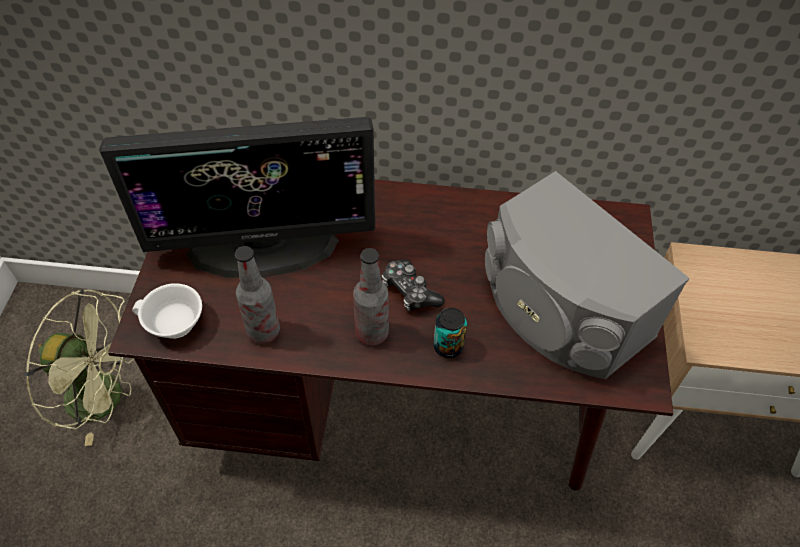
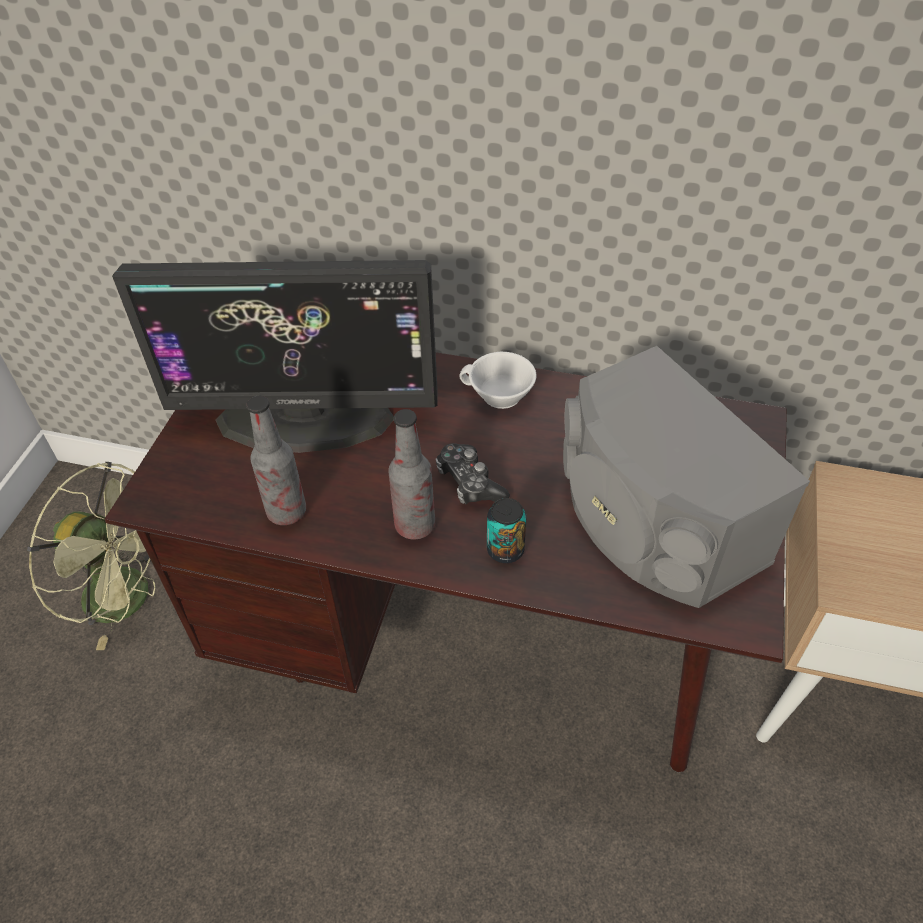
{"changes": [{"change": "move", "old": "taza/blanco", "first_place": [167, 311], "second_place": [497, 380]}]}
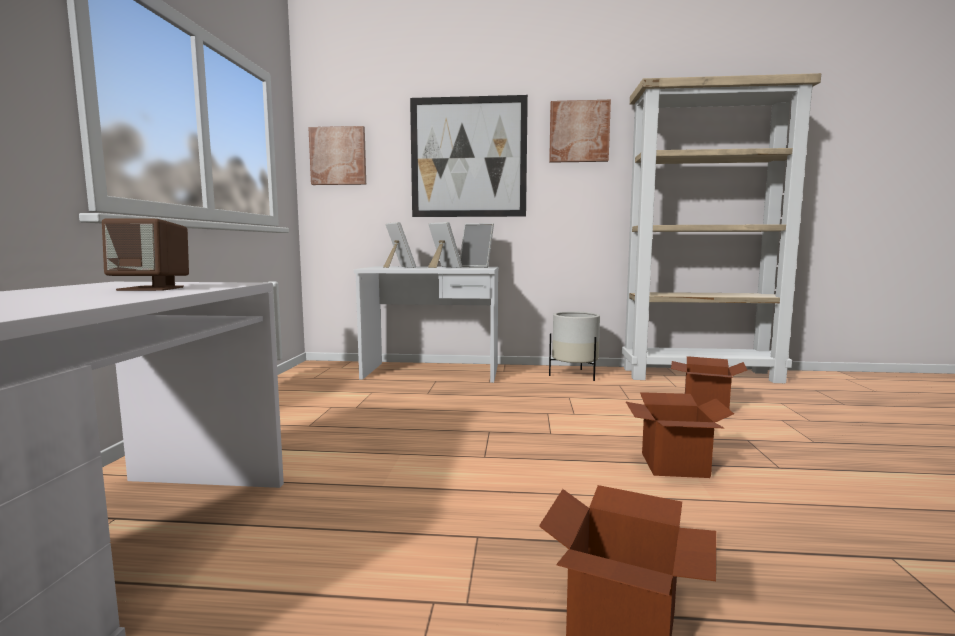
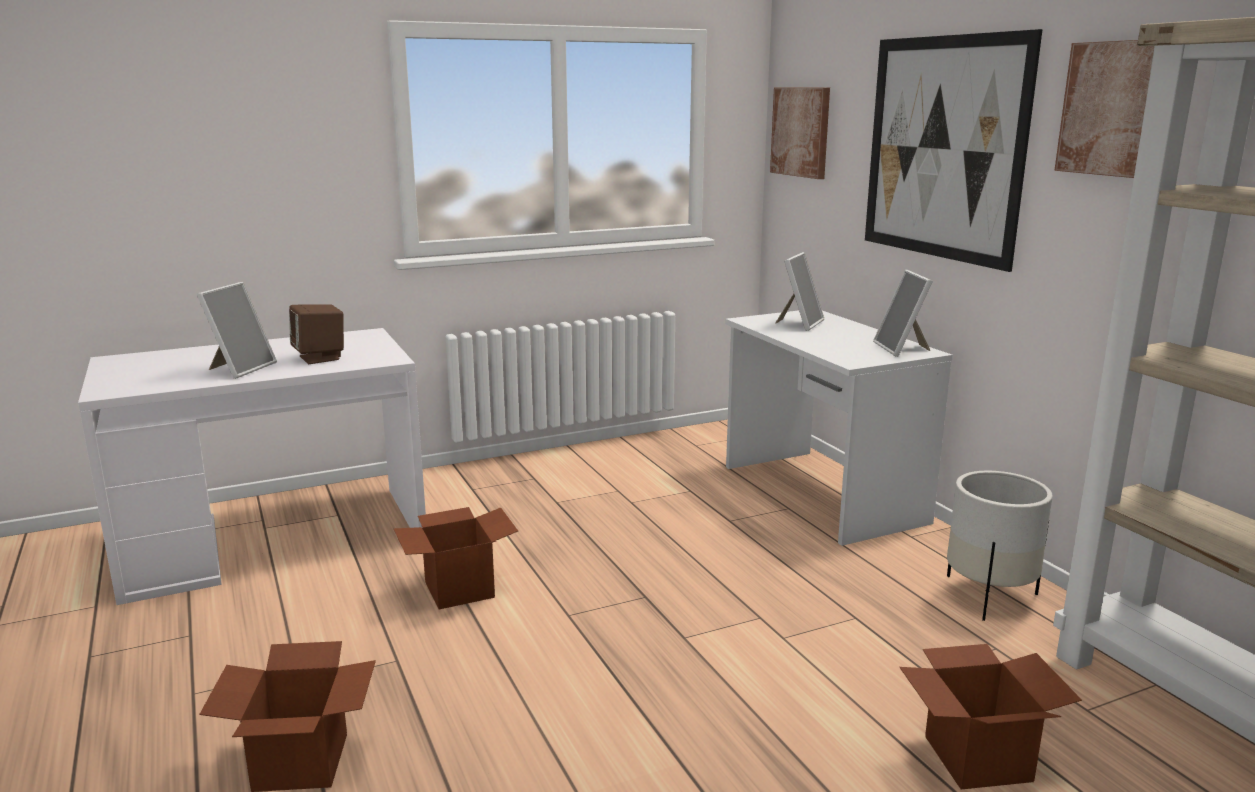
{"changes": [{"change": "move", "old": "portarretratos", "first_place": [445, 245], "second_place": [237, 330]}, {"change": "move", "old": "caja de cartón", "first_place": [680, 435], "second_place": [456, 558]}]}
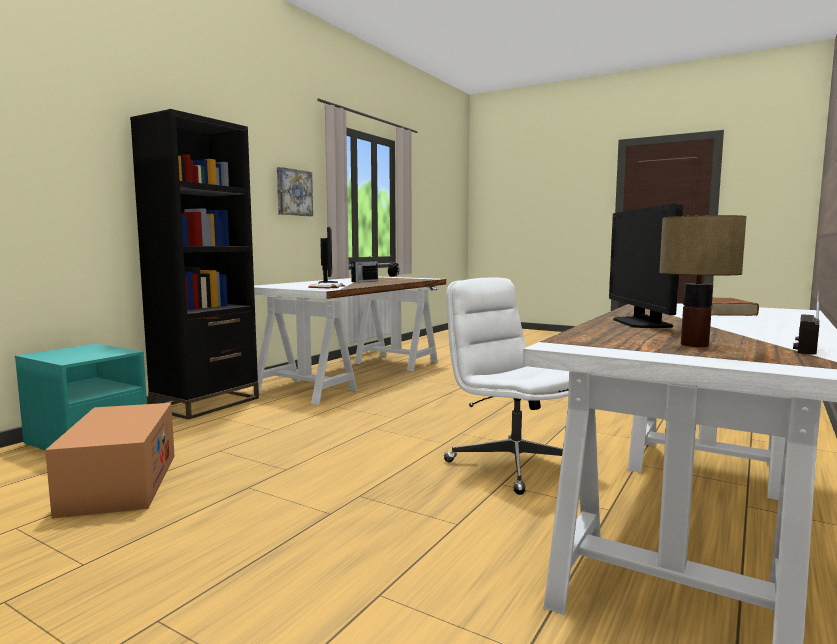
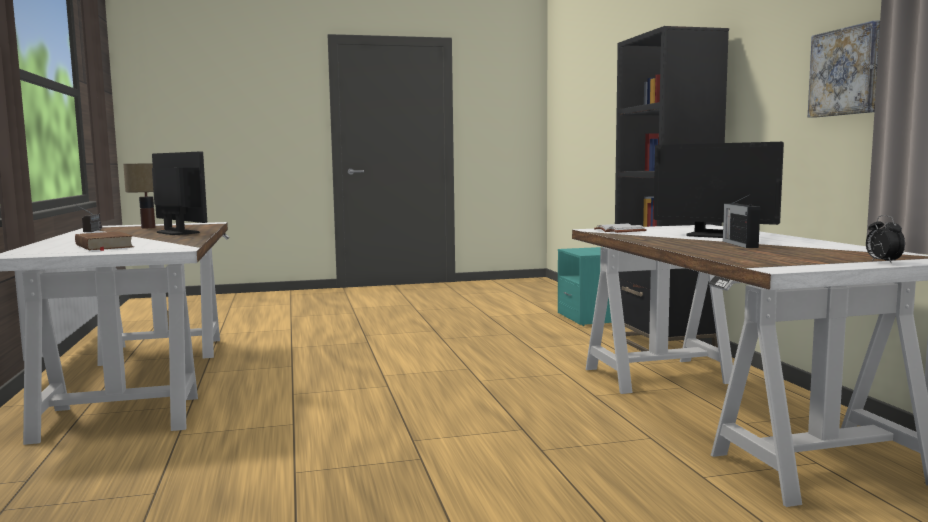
{"changes": [{"change": "delete", "old": "caja de cartón", "first_place": [110, 461]}, {"change": "delete", "old": "silla de oficina/blanco", "first_place": [506, 386]}]}
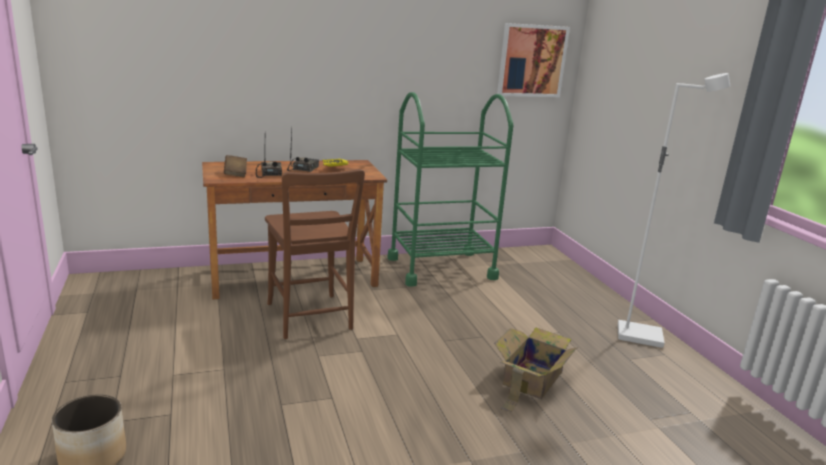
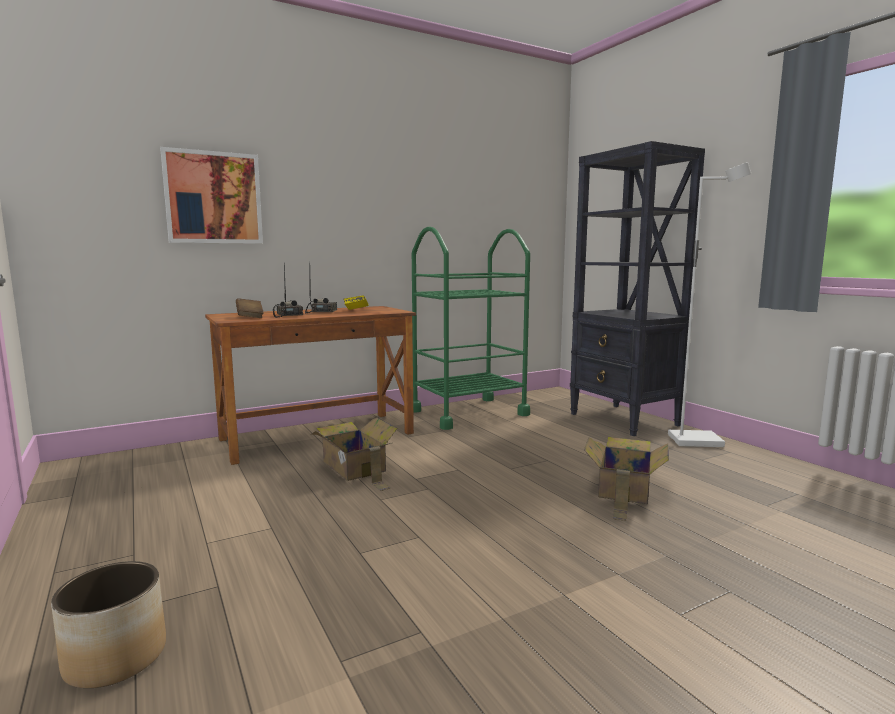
{"changes": [{"change": "insert", "new": "estantería/negro", "second_place": [637, 288]}, {"change": "move", "old": "cuadro", "first_place": [533, 60], "second_place": [211, 195]}, {"change": "replace", "old": "silla/marrón", "new": "caja de cartón", "first_place": [315, 254], "second_place": [354, 454]}]}
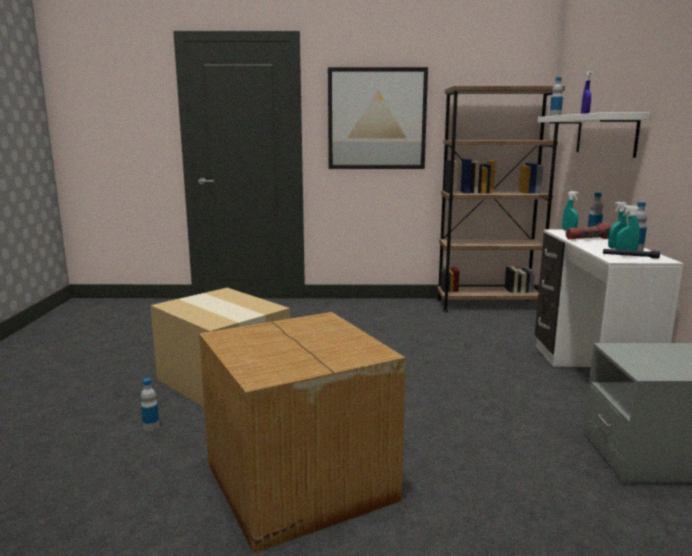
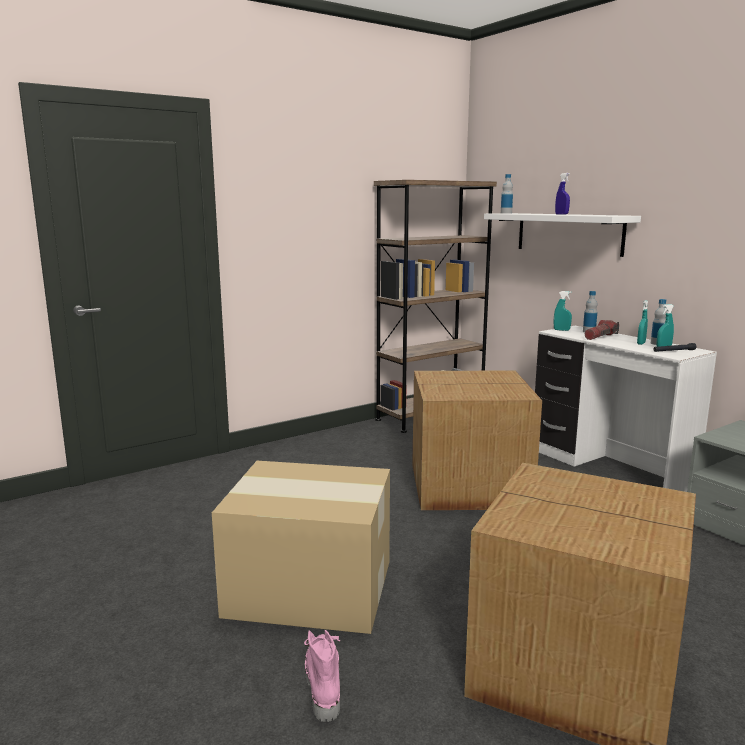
{"changes": [{"change": "delete", "old": "cuadro", "first_place": [378, 118]}, {"change": "insert", "new": "caja de cartón", "second_place": [477, 440]}, {"change": "replace", "old": "botella", "new": "bota/rosa", "first_place": [150, 404], "second_place": [322, 676]}]}
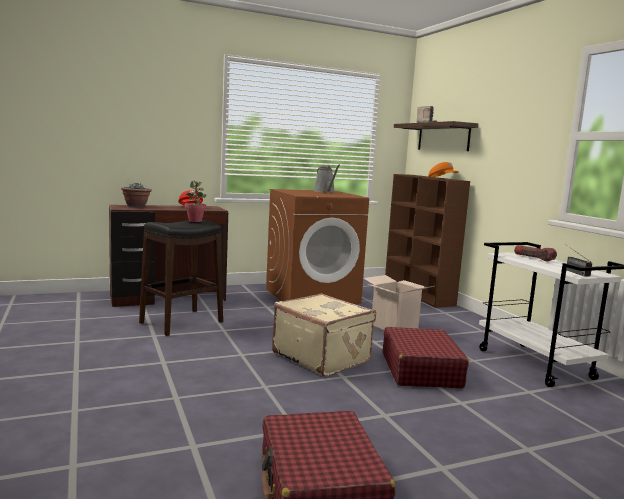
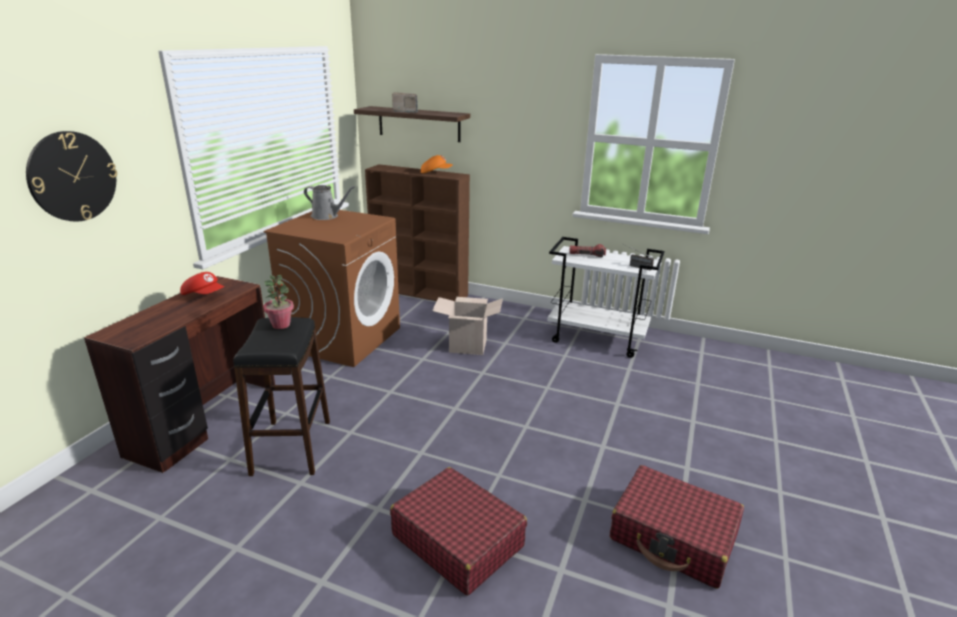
{"changes": [{"change": "delete", "old": "planta en maceta", "first_place": [136, 195]}, {"change": "delete", "old": "maleta/beis", "first_place": [324, 334]}, {"change": "insert", "new": "reloj de pared", "second_place": [71, 176]}, {"change": "move", "old": "maleta/rojo", "first_place": [426, 358], "second_place": [458, 531]}]}
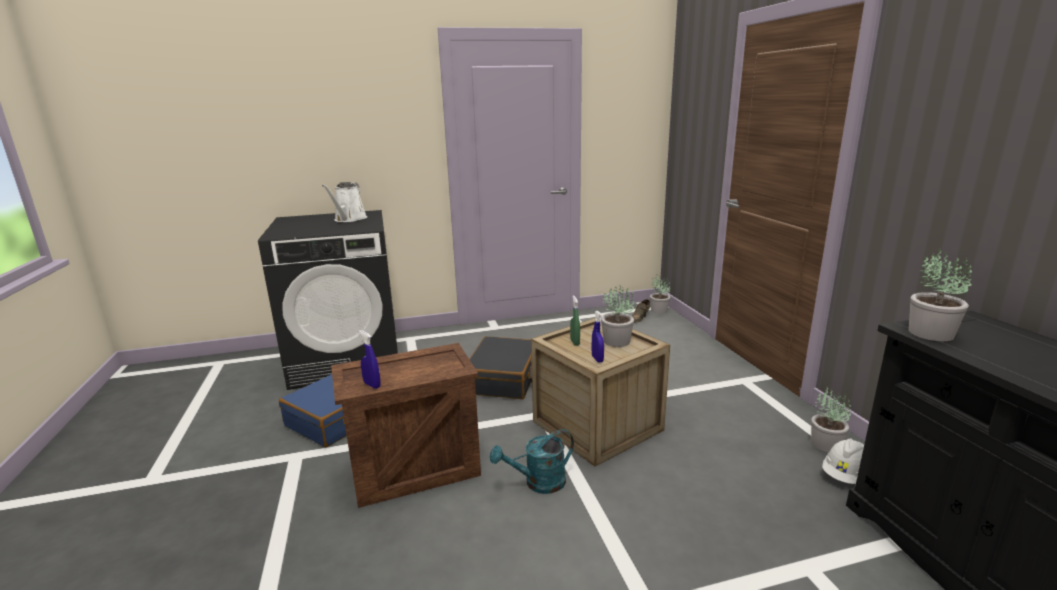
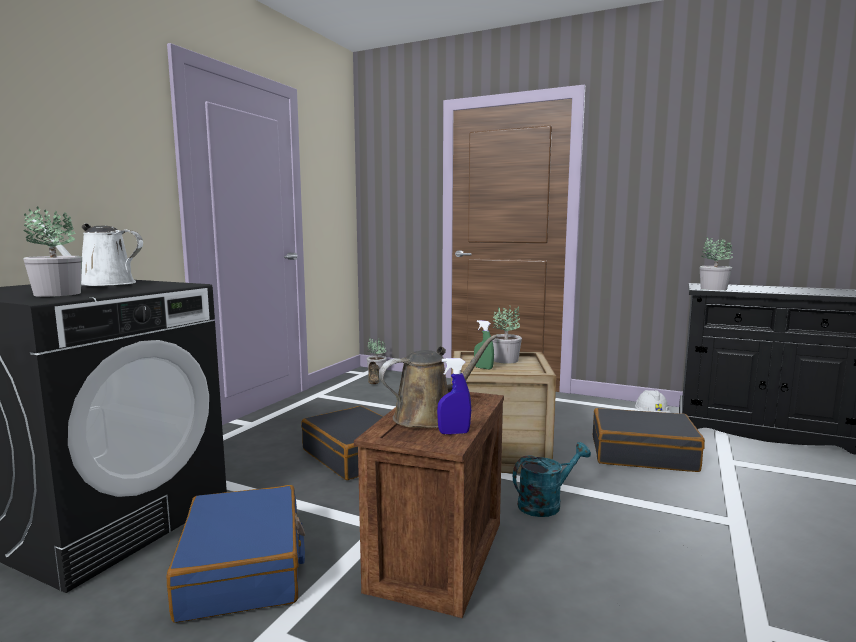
{"changes": [{"change": "delete", "old": "pulverizador/azul", "first_place": [598, 337]}, {"change": "insert", "new": "regadera/marrón", "second_place": [438, 381]}, {"change": "insert", "new": "maleta/negro", "second_place": [649, 440]}, {"change": "move", "old": "planta en maceta", "first_place": [831, 419], "second_place": [52, 251]}, {"change": "rotate", "old": "regadera/blanco", "first_place": [344, 202], "second_place": [87, 252], "degrees": 135}, {"change": "rotate", "old": "regadera/turquesa", "first_place": [532, 461], "second_place": [552, 479], "degrees": -135}]}
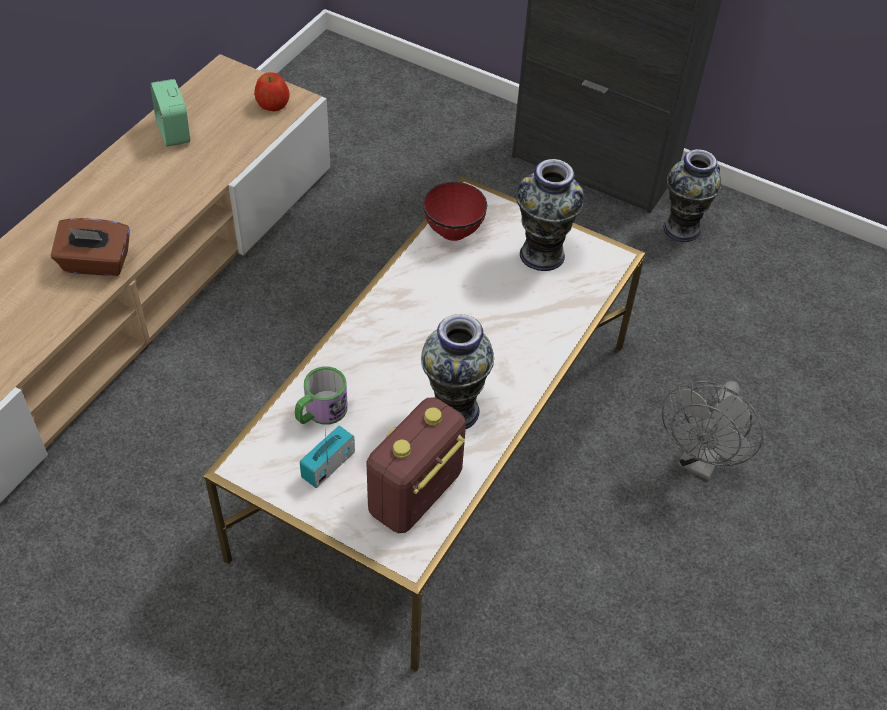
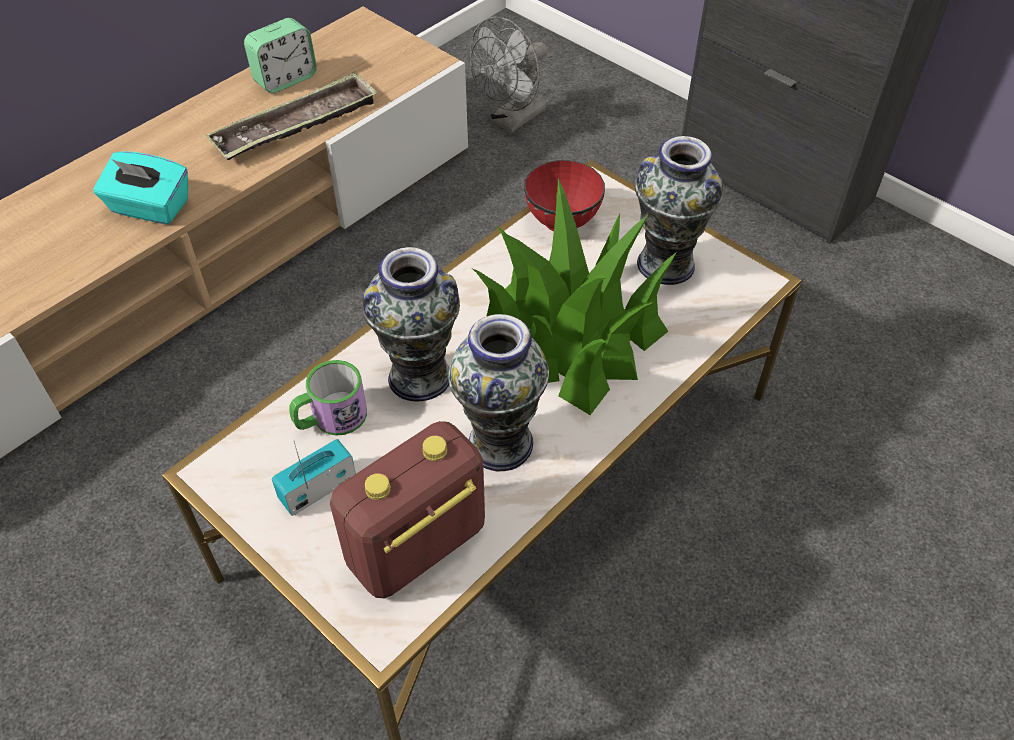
{"changes": [{"change": "delete", "old": "manzana", "first_place": [272, 91]}, {"change": "insert", "new": "bandeja", "second_place": [291, 116]}, {"change": "insert", "new": "planta en maceta", "second_place": [575, 296]}, {"change": "move", "old": "ventilador/gris", "first_place": [712, 430], "second_place": [509, 74]}, {"change": "move", "old": "florero", "first_place": [692, 195], "second_place": [411, 324]}, {"change": "recolor", "old": "caja de pañuelos/marrón", "new": "caja de pañuelos/turquesa", "first_place": [90, 247], "second_place": [140, 187]}, {"change": "rotate", "old": "despertador", "first_place": [170, 113], "second_place": [280, 55], "degrees": -120}]}
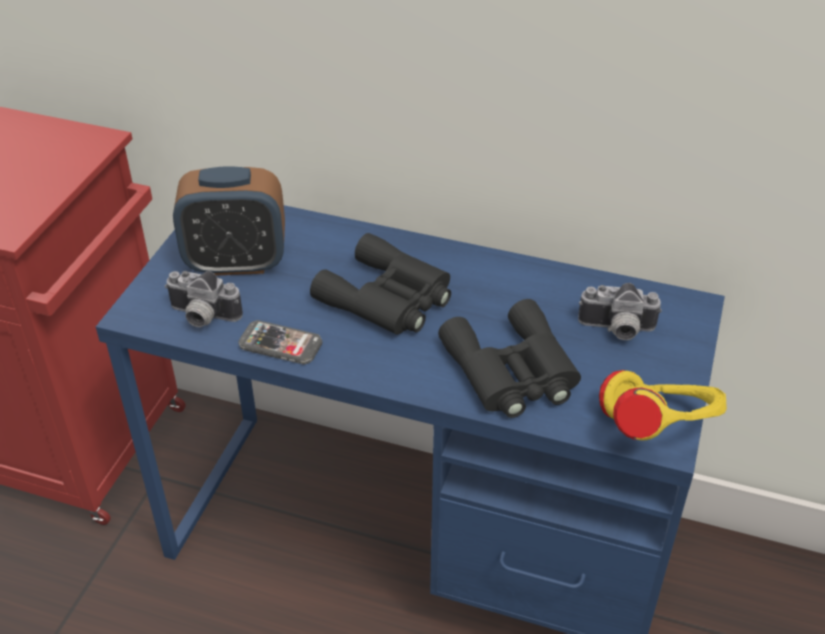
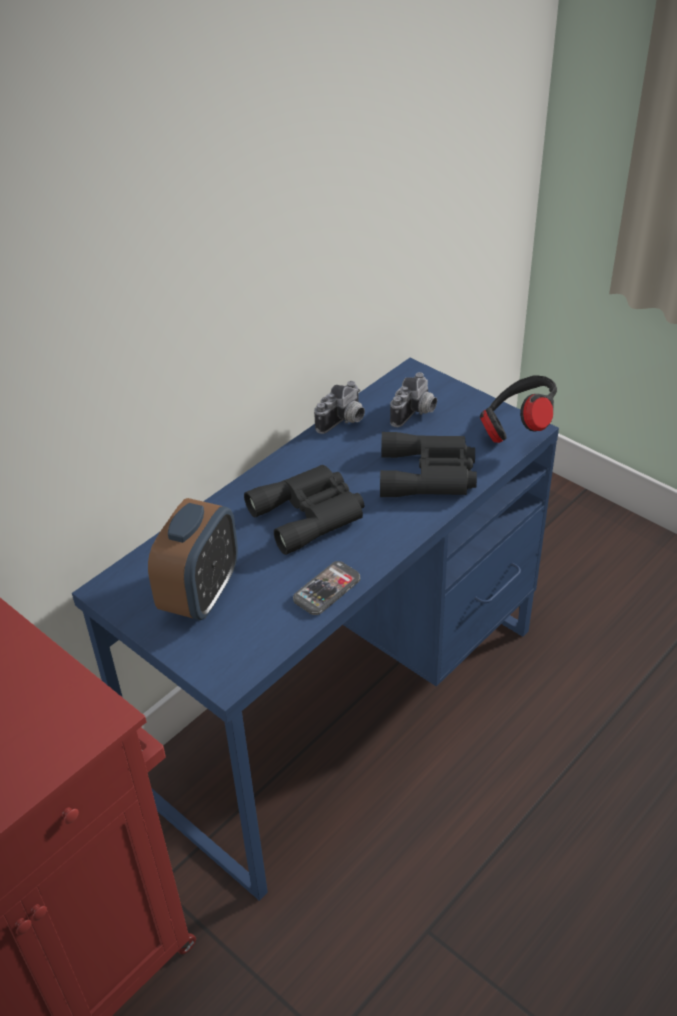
{"changes": [{"change": "move", "old": "cámara", "first_place": [204, 299], "second_place": [339, 407]}, {"change": "recolor", "old": "auriculares/amarillo", "new": "auriculares/negro", "first_place": [663, 405], "second_place": [518, 409]}]}
